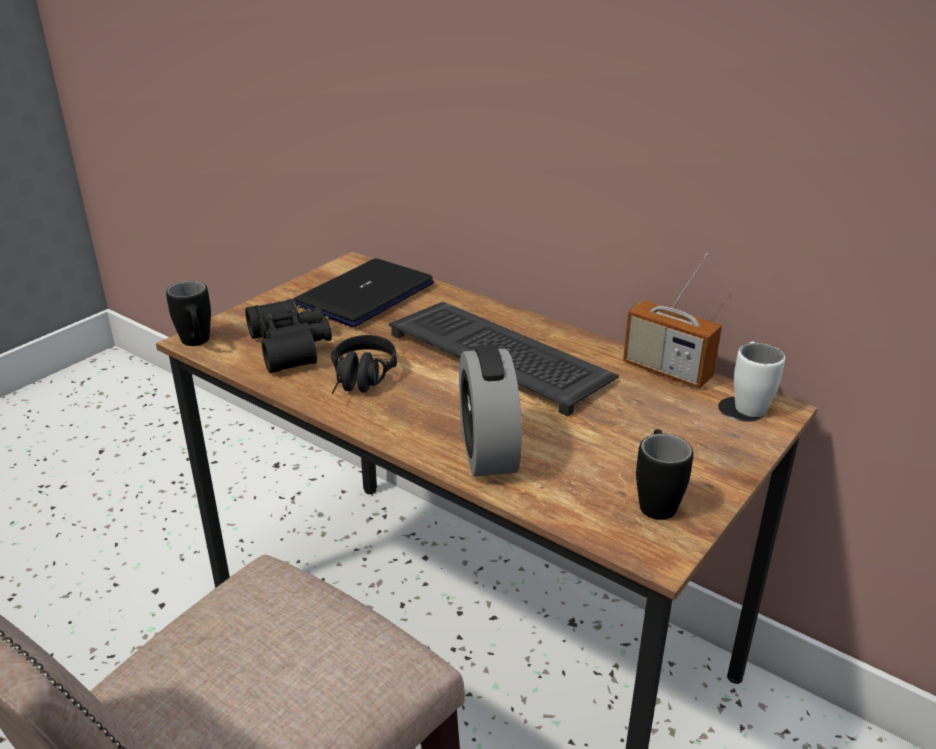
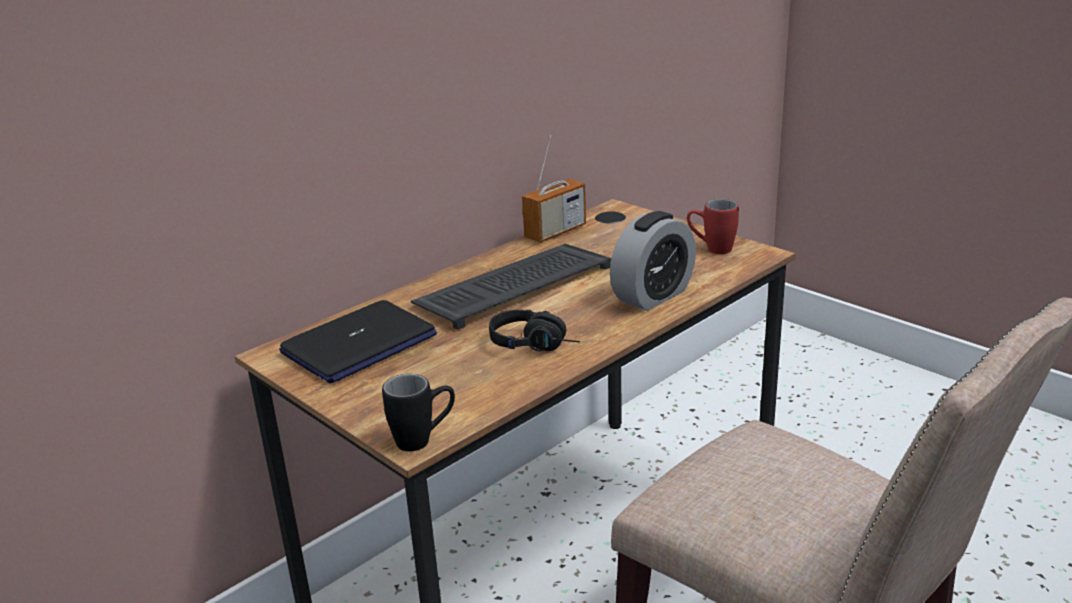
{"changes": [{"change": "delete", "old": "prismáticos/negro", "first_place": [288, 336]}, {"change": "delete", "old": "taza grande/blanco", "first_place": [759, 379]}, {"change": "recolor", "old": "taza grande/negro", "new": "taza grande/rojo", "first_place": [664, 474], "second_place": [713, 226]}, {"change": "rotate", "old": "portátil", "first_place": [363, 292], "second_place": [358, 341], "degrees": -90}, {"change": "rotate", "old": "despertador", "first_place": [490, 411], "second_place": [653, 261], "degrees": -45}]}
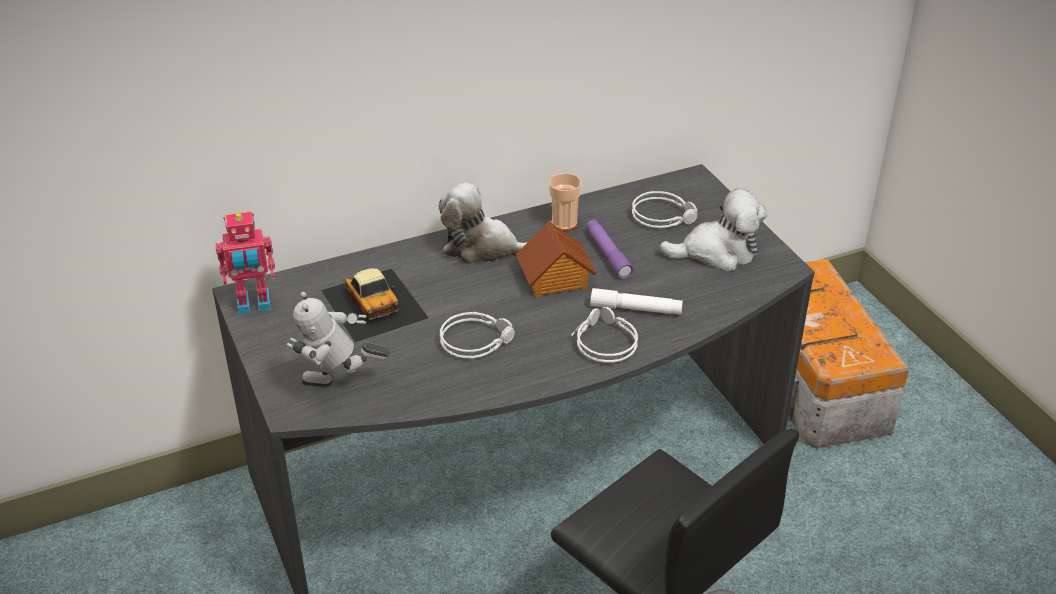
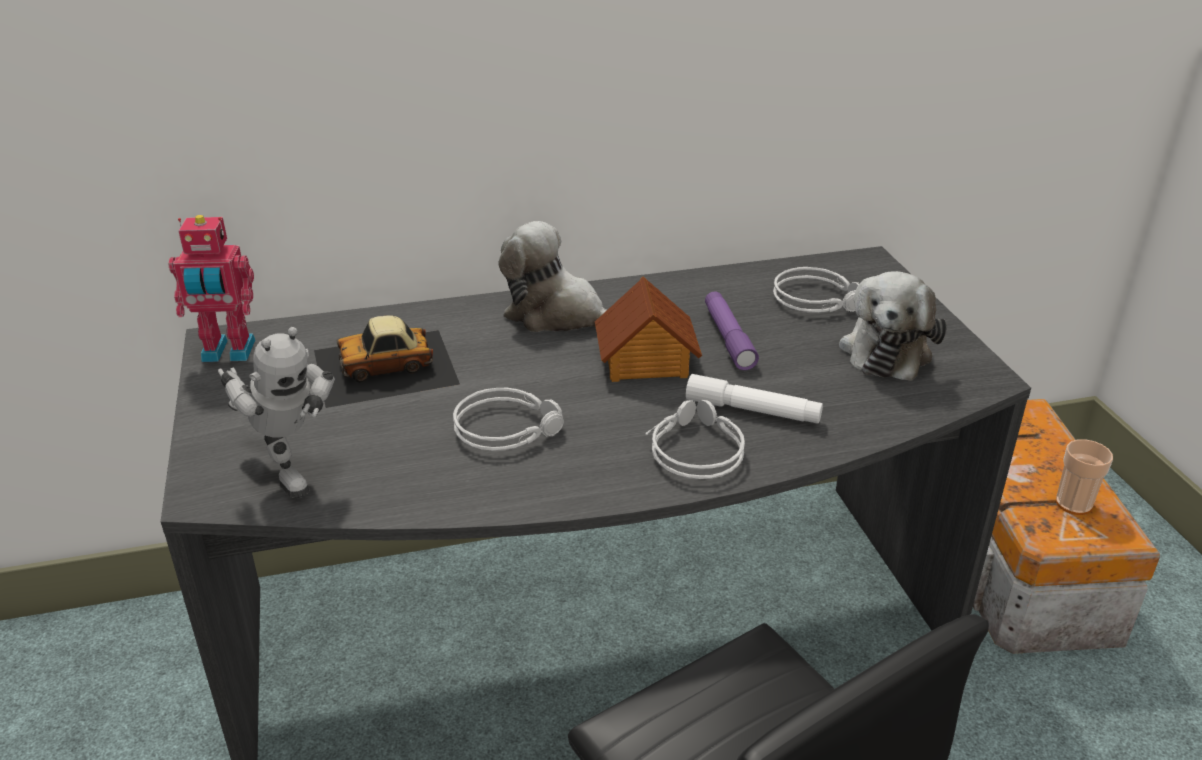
{"changes": [{"change": "move", "old": "taza", "first_place": [565, 202], "second_place": [1084, 477]}, {"change": "rotate", "old": "robot de juguete", "first_place": [338, 339], "second_place": [276, 412], "degrees": -135}, {"change": "rotate", "old": "coche de juguete", "first_place": [374, 305], "second_place": [387, 361], "degrees": 90}, {"change": "rotate", "old": "peluche", "first_place": [713, 229], "second_place": [893, 326], "degrees": 105}]}
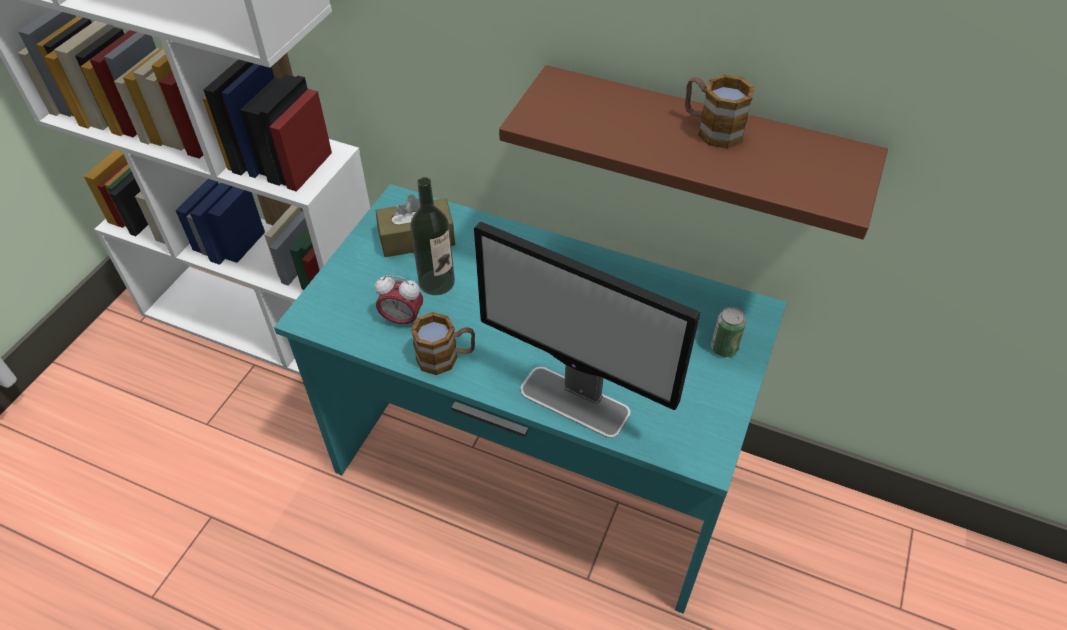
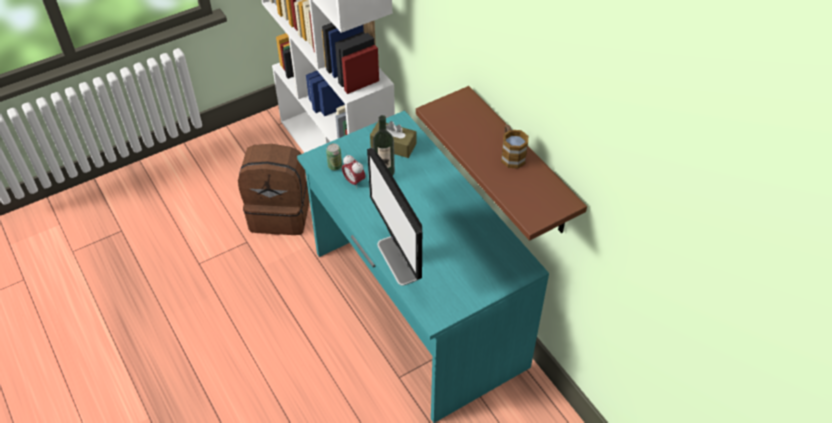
{"changes": [{"change": "delete", "old": "taza grande", "first_place": [443, 343]}, {"change": "insert", "new": "mochila/marrón", "second_place": [274, 189]}, {"change": "move", "old": "lata", "first_place": [728, 332], "second_place": [334, 157]}]}
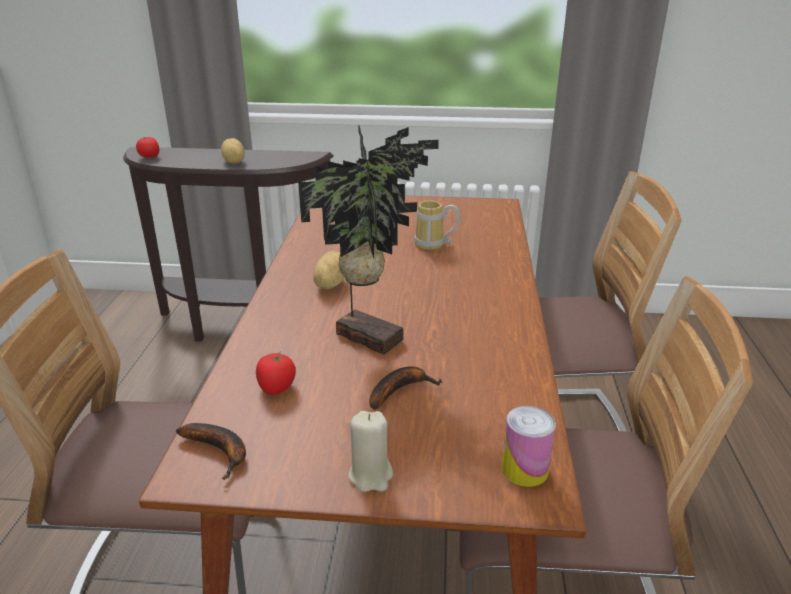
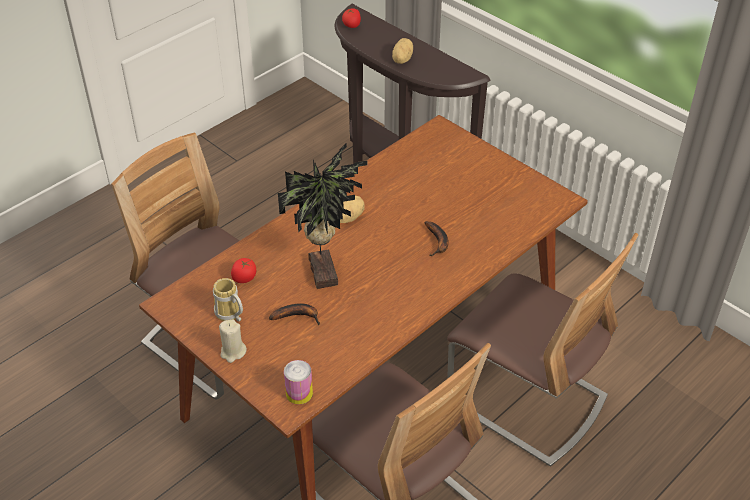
{"changes": [{"change": "move", "old": "plátano", "first_place": [211, 451], "second_place": [436, 238]}, {"change": "move", "old": "taza grande", "first_place": [437, 225], "second_place": [228, 300]}]}
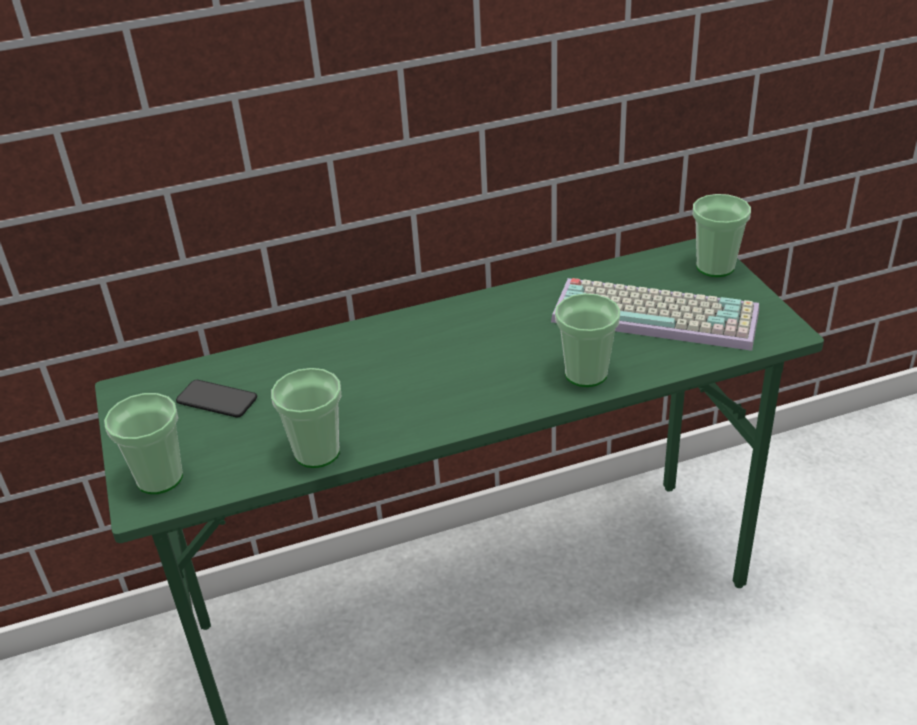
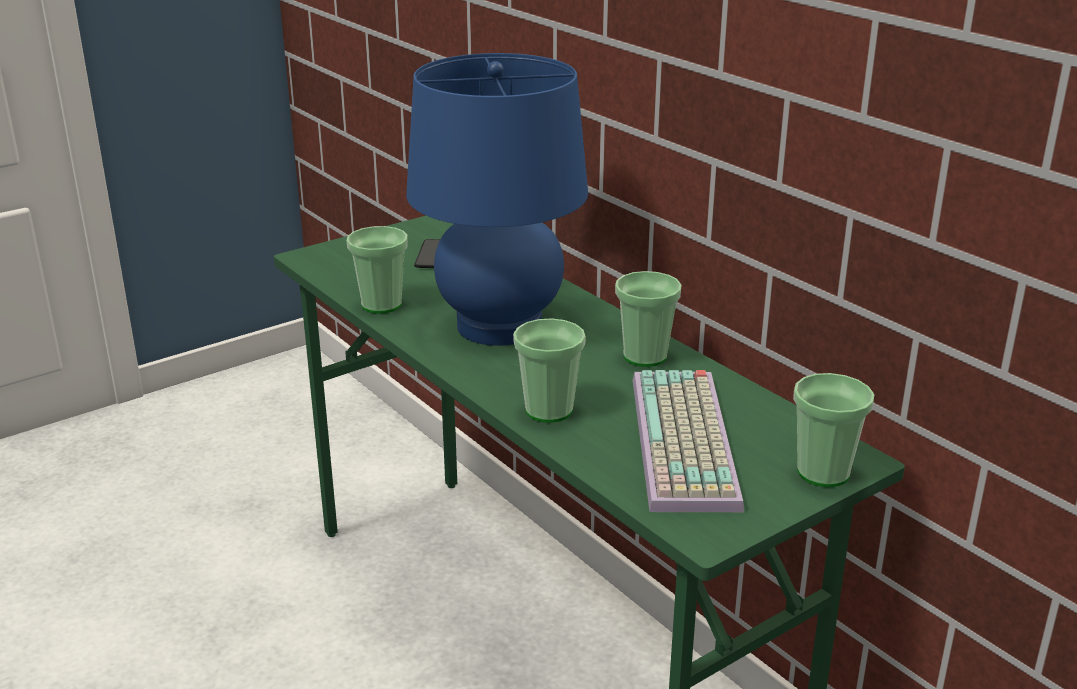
{"changes": [{"change": "insert", "new": "lámpara de mesa/azul", "second_place": [497, 199]}, {"change": "move", "old": "taza", "first_place": [143, 443], "second_place": [648, 319]}]}
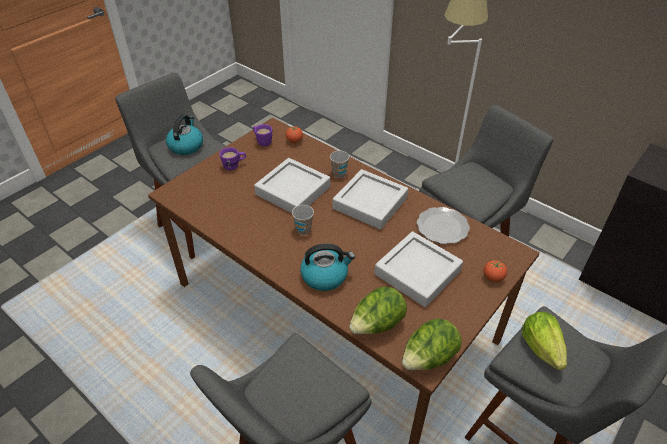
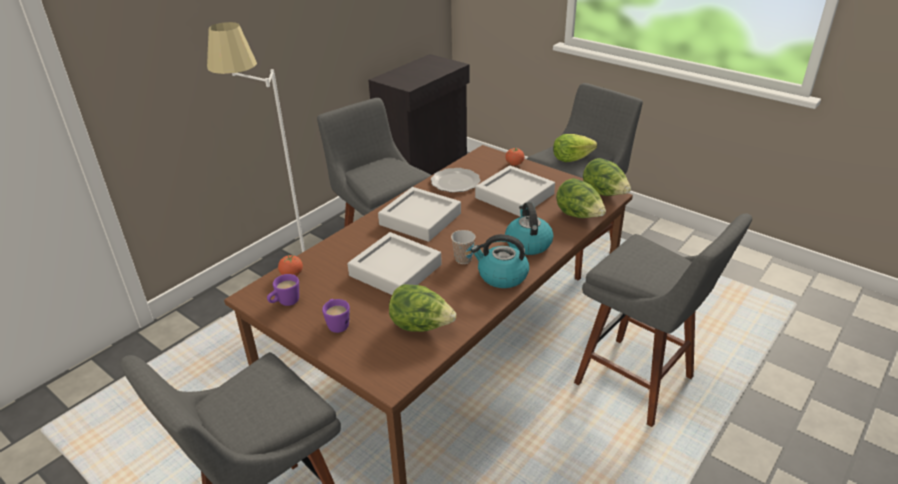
{"changes": [{"change": "delete", "old": "taza", "first_place": [339, 164]}, {"change": "insert", "new": "lechuga", "second_place": [422, 308]}, {"change": "move", "old": "hervidor", "first_place": [184, 135], "second_place": [500, 261]}]}
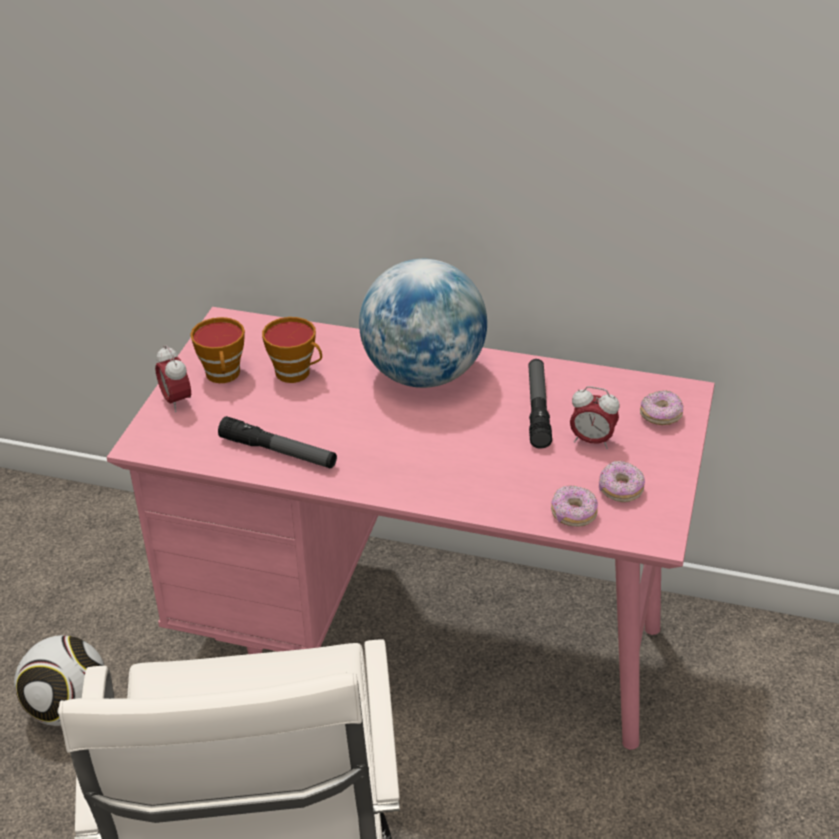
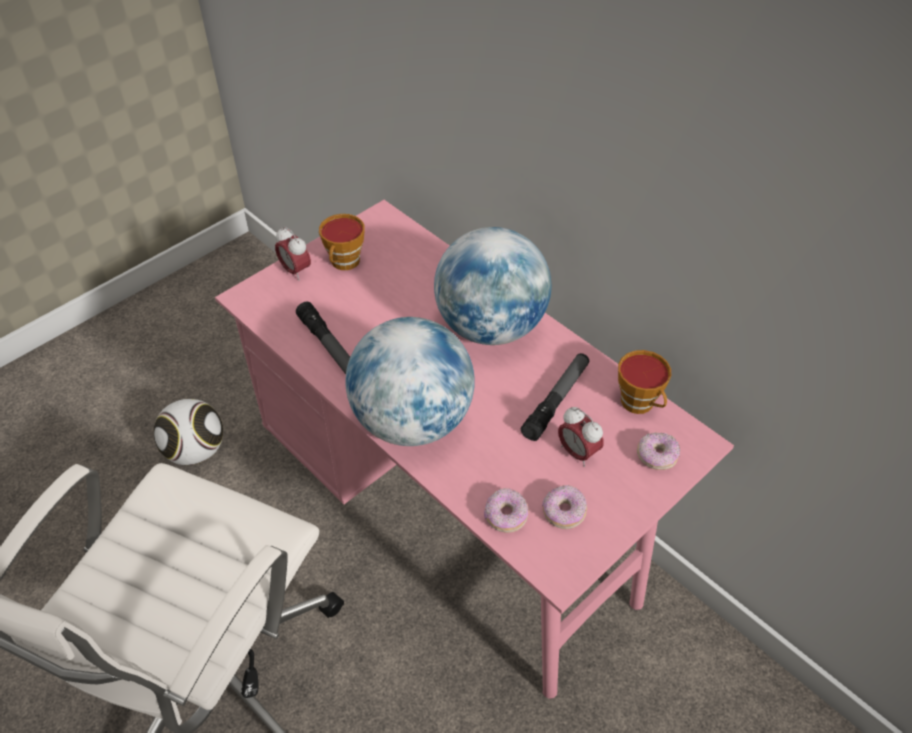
{"changes": [{"change": "insert", "new": "globo terráqueo", "second_place": [410, 381]}, {"change": "move", "old": "taza", "first_place": [292, 350], "second_place": [644, 382]}, {"change": "rotate", "old": "despertador", "first_place": [173, 378], "second_place": [293, 253], "degrees": -45}]}
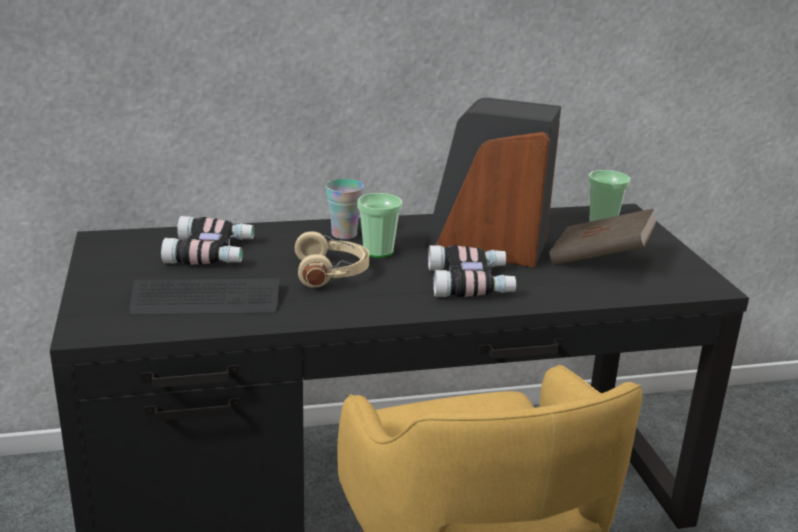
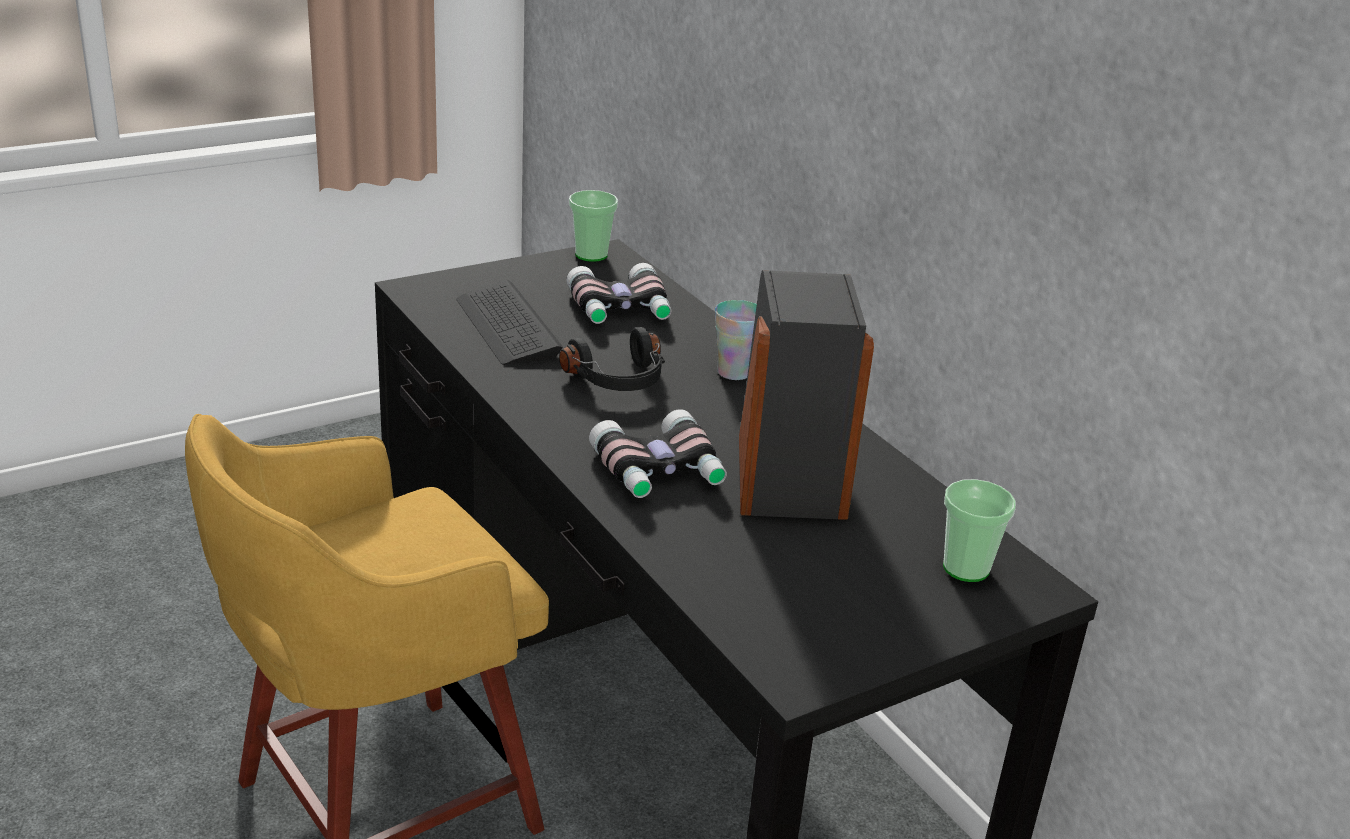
{"changes": [{"change": "delete", "old": "libro/marrón", "first_place": [603, 236]}, {"change": "move", "old": "taza", "first_place": [379, 225], "second_place": [593, 226]}, {"change": "recolor", "old": "auriculares/beis", "new": "auriculares/negro", "first_place": [332, 260], "second_place": [612, 359]}]}
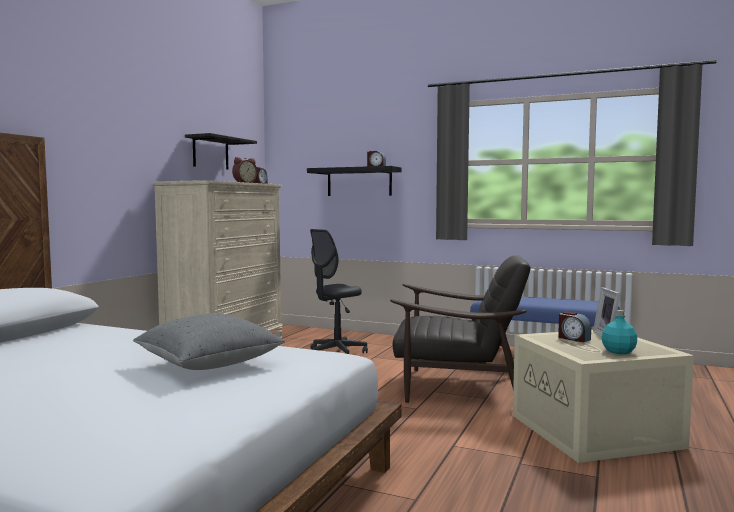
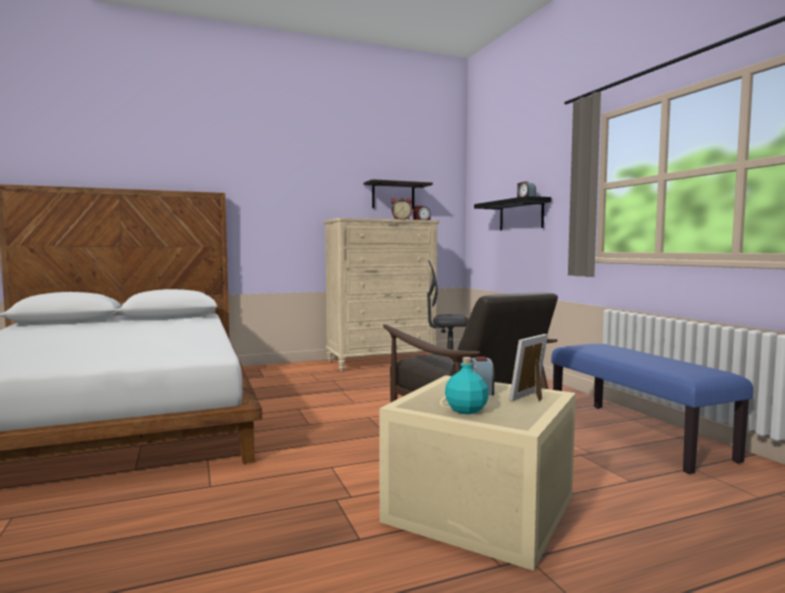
{"changes": [{"change": "delete", "old": "cojín/gris", "first_place": [209, 341]}]}
